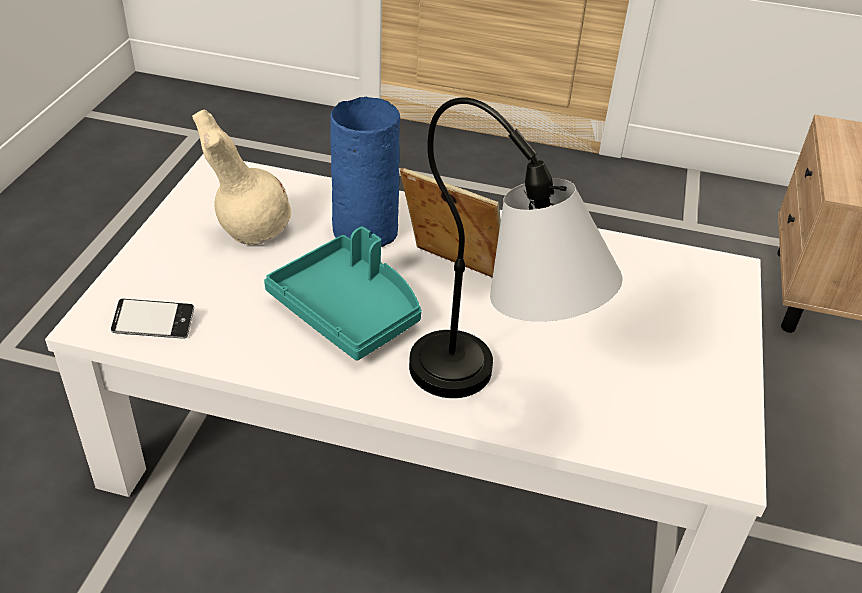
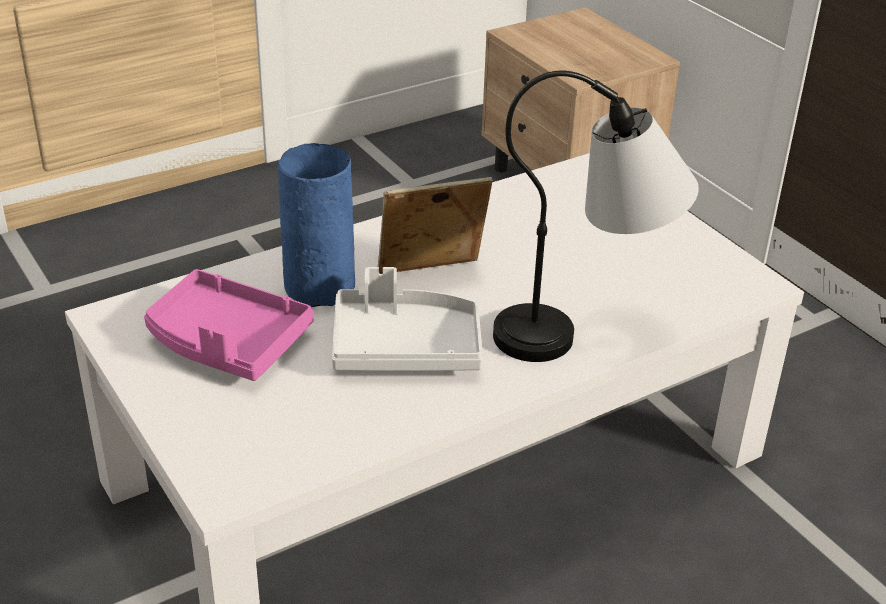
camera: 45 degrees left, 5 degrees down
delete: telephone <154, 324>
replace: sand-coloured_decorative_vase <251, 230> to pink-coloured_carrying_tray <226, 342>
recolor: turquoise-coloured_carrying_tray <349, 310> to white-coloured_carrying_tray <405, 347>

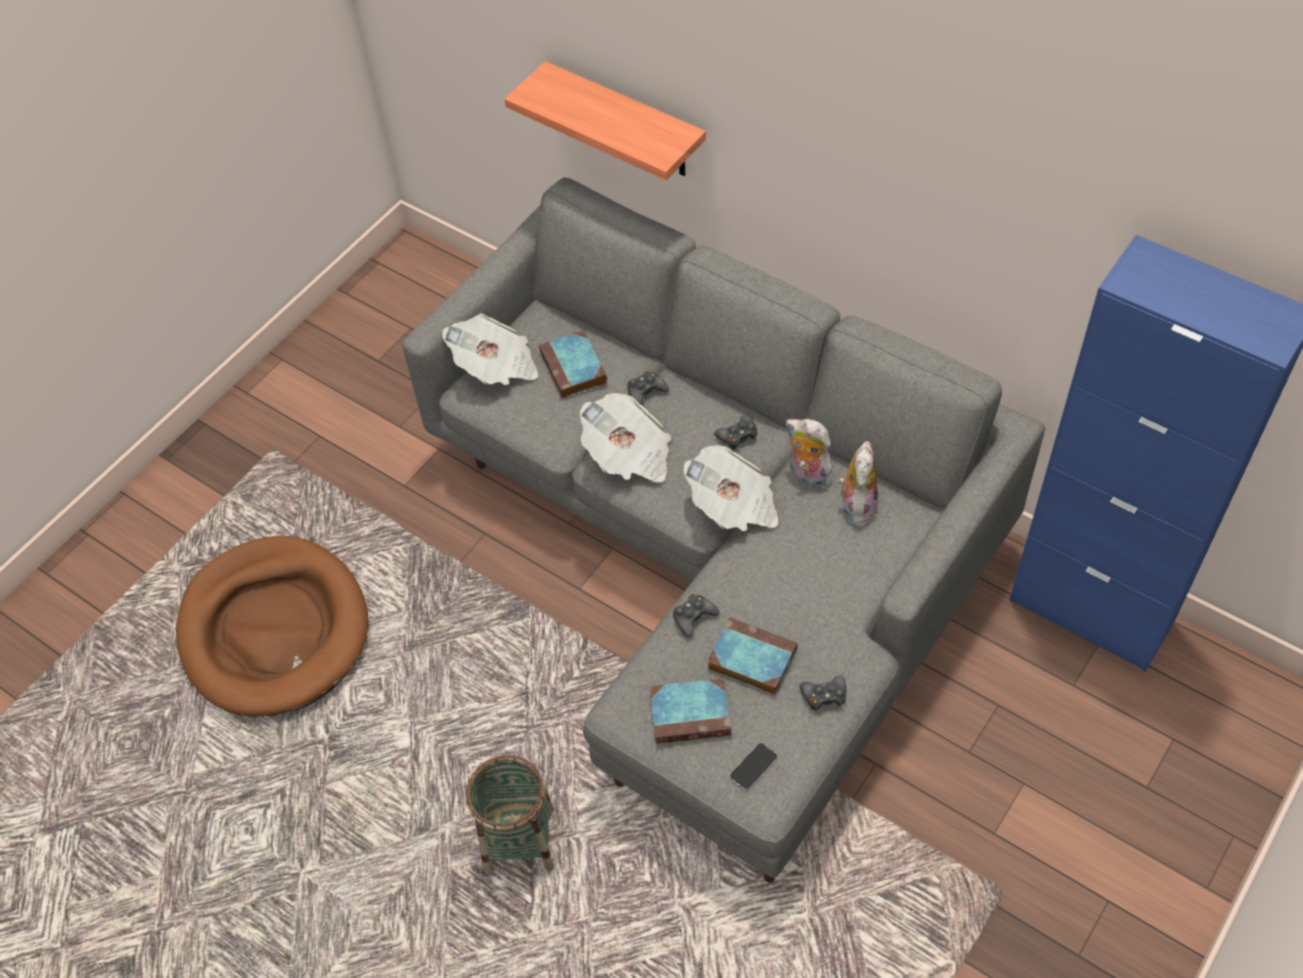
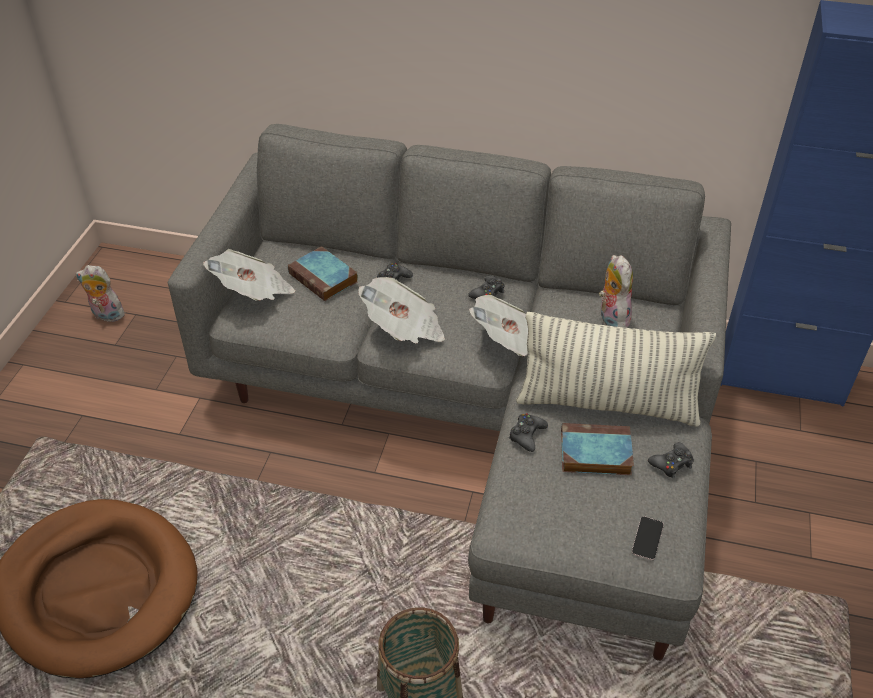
camera: 25 degrees left, 10 degrees down
delete: shelf <625, 122>; book <692, 713>
insert: throw_pillow <607, 404>
move: soft_toy <807, 476> to <106, 315>

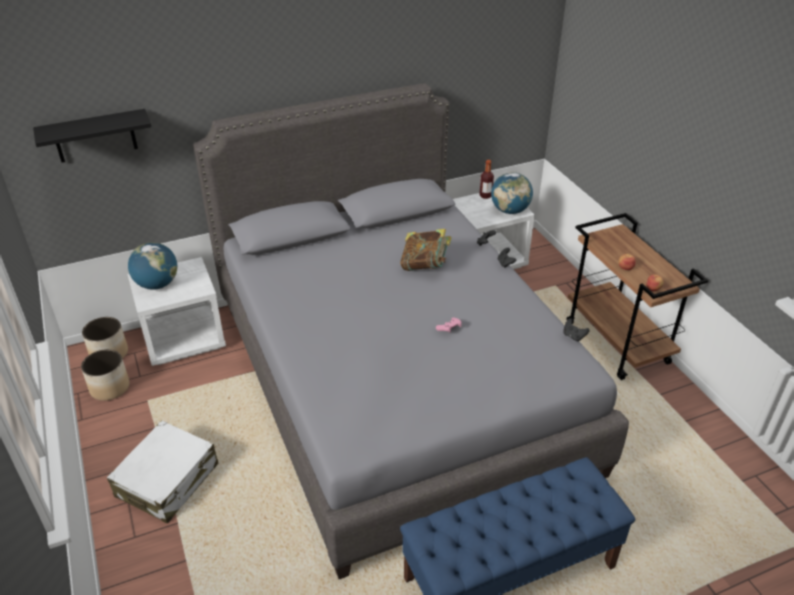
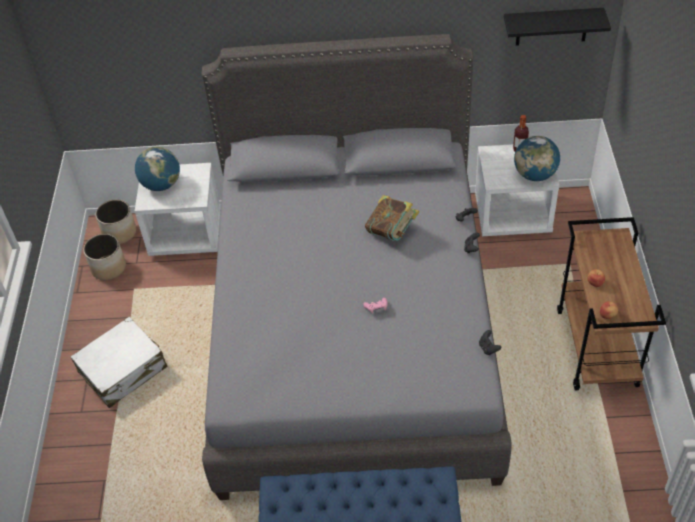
camera: 25 degrees right, 10 degrees up
move: black_shelf <95, 136> to <552, 26>

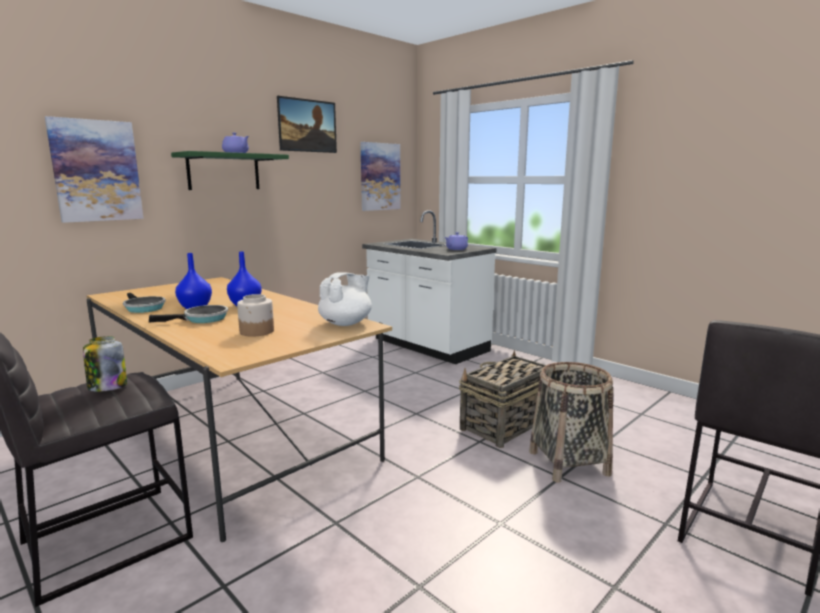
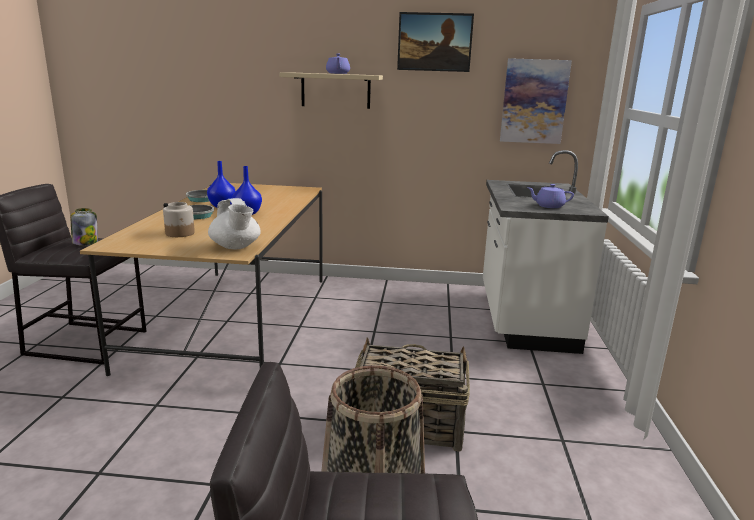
camera: 50 degrees right, 5 degrees up
delete: picture <96, 171>
recolor: green-coloured_shelf <224, 172> to sand-coloured_shelf <335, 90>
rotate: white-coloured_pot_for_tea <346, 323> = <235, 247> 60 degrees clockwise

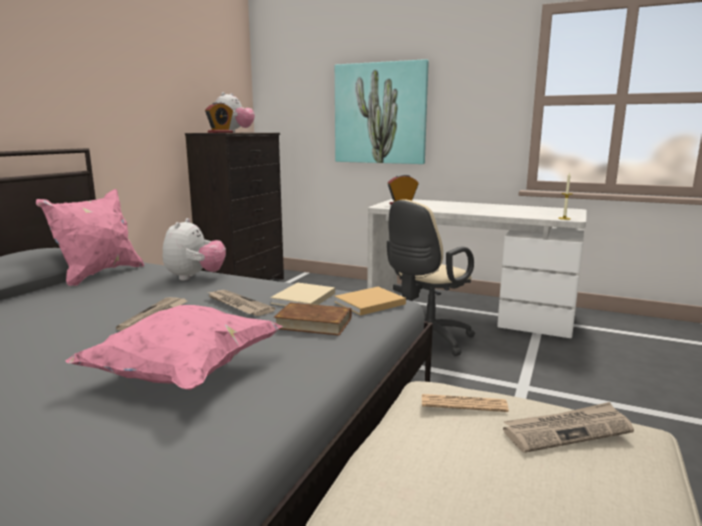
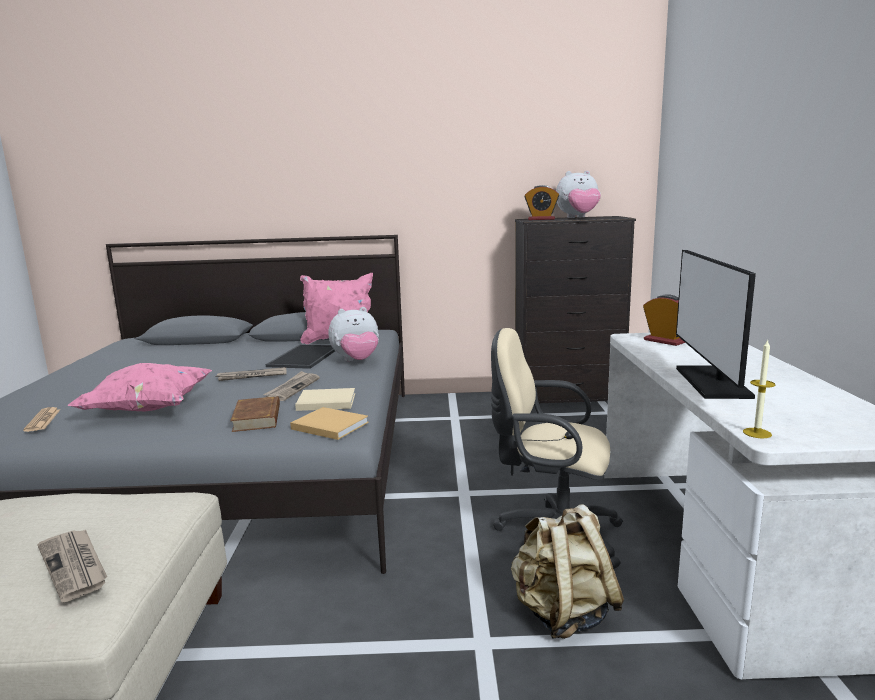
camera: 65 degrees right, 0 degrees up
delete: picture <380, 113>
insert: carrying_tray <304, 356>; sand-coloured_rucksack <562, 614>; monitor <712, 382>
move: daily_paper <463, 404> to <43, 420>

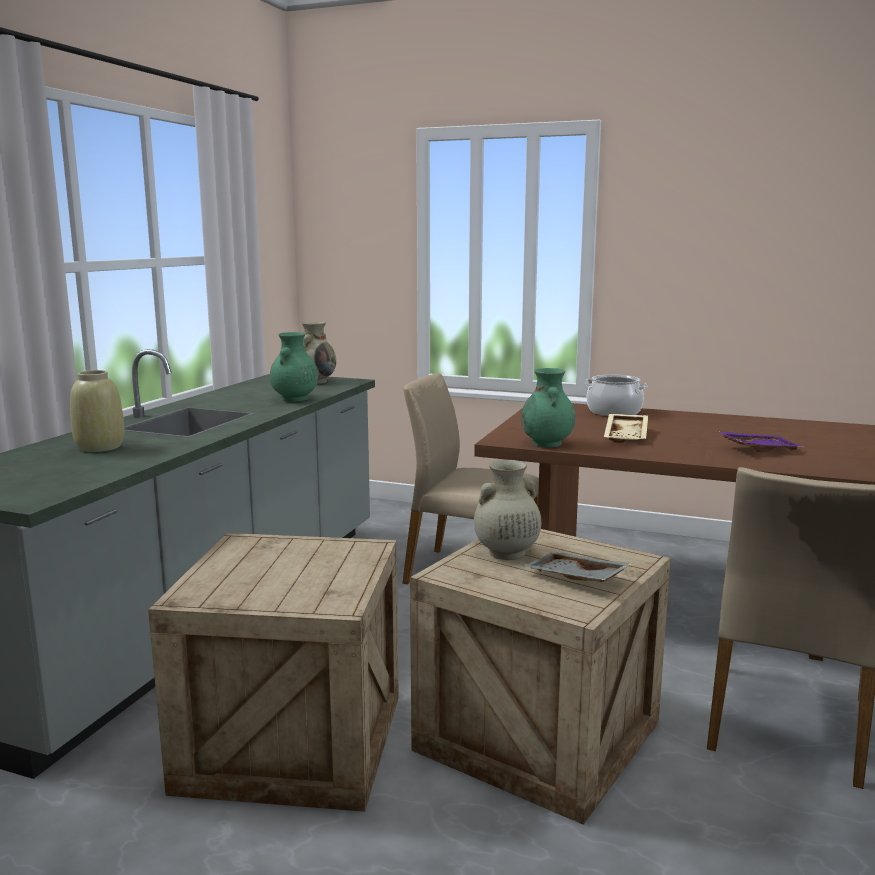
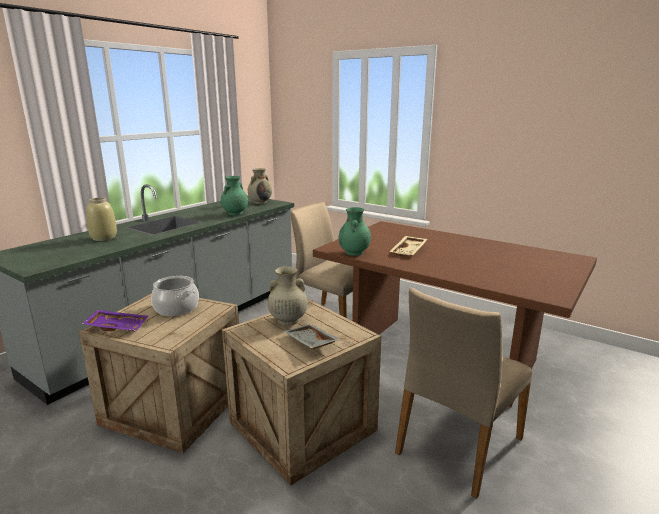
camera: 15 degrees right, 5 degrees up
move: cooking_pot <614, 412> to <176, 308>; purple_carrying_tray <758, 449> to <117, 326>

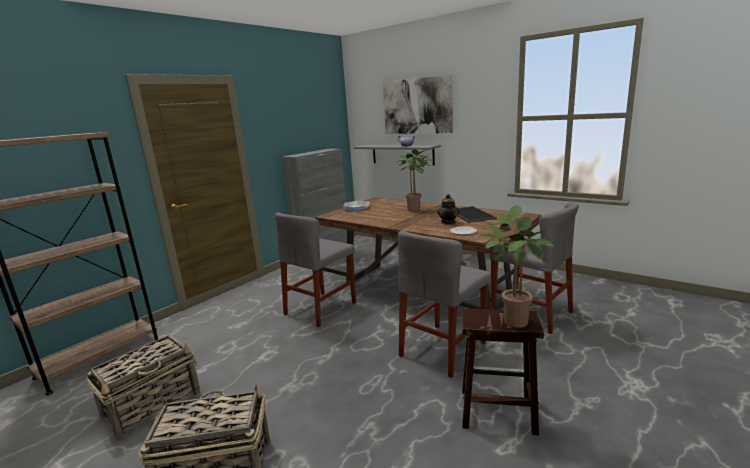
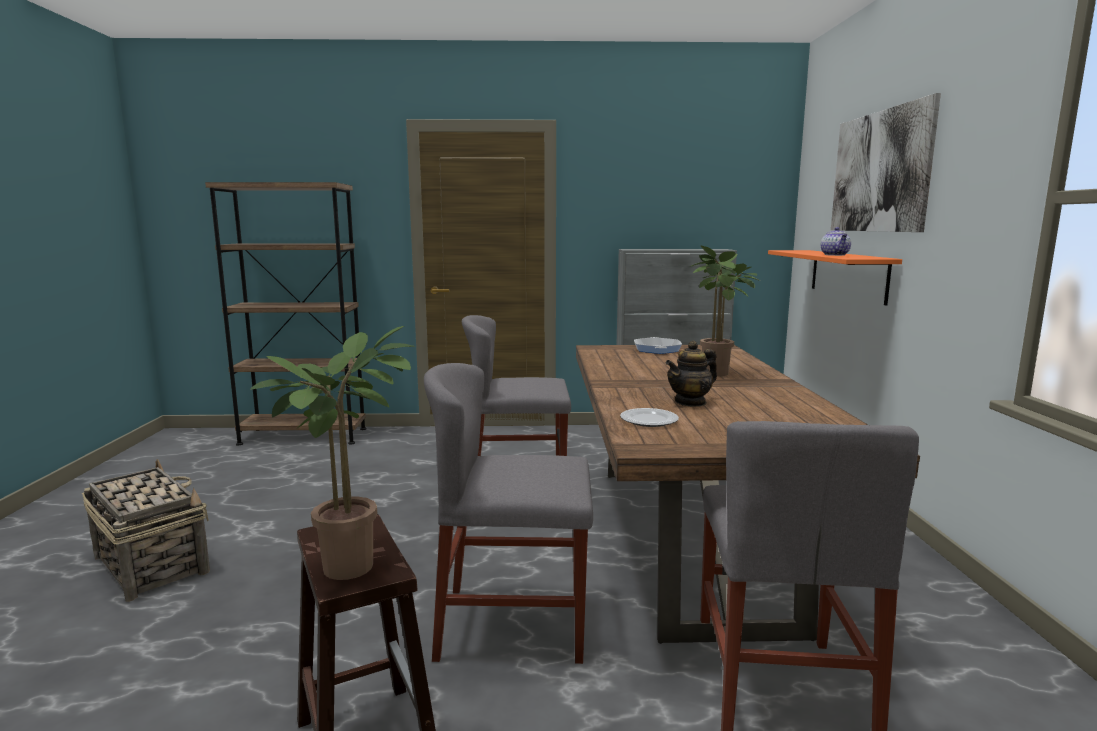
camera: 50 degrees right, 5 degrees down
delete: basket <153, 403>; carrying_tray <469, 214>
recolor: greyish_shelf <402, 154> to orange_shelf <847, 275>

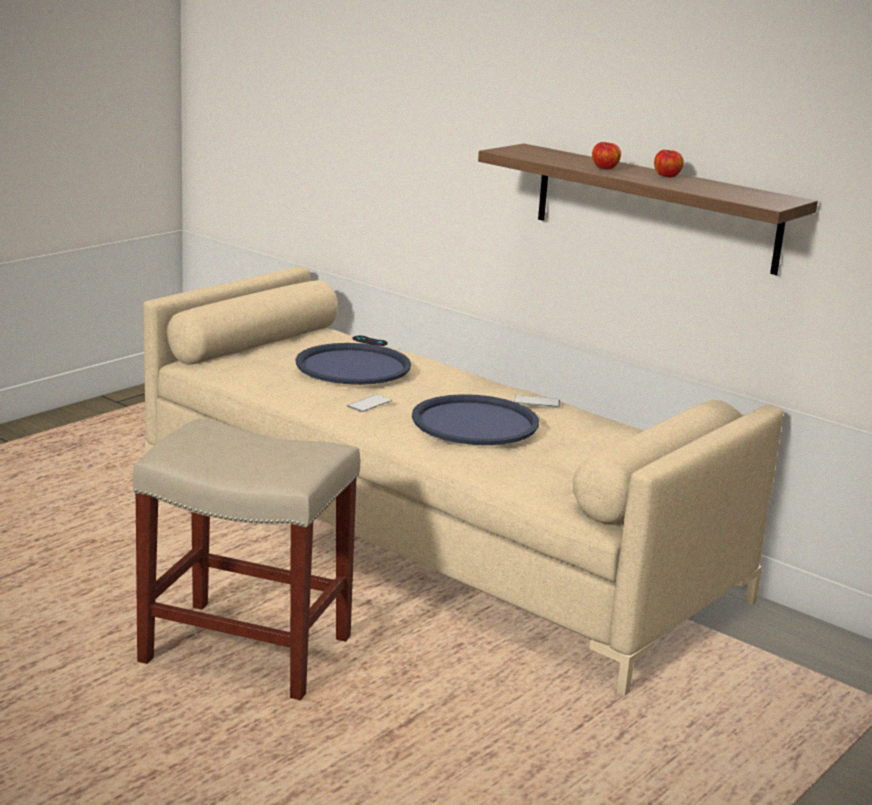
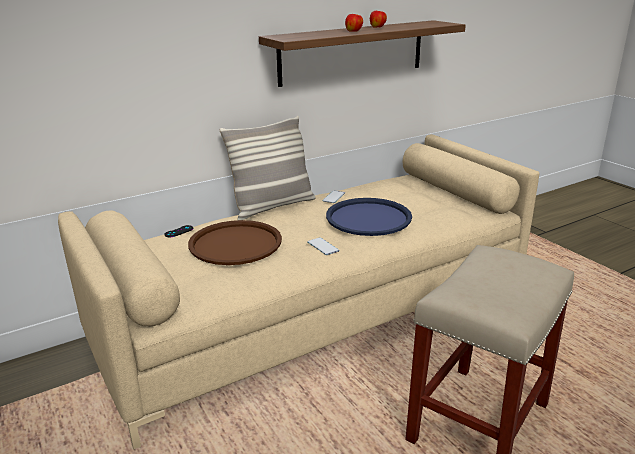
camera: 70 degrees left, 5 degrees up
insert: throw_pillow <272, 207>
recolor: blue-coloured_carrying_tray <353, 366> to brownish_carrying_tray <235, 243>

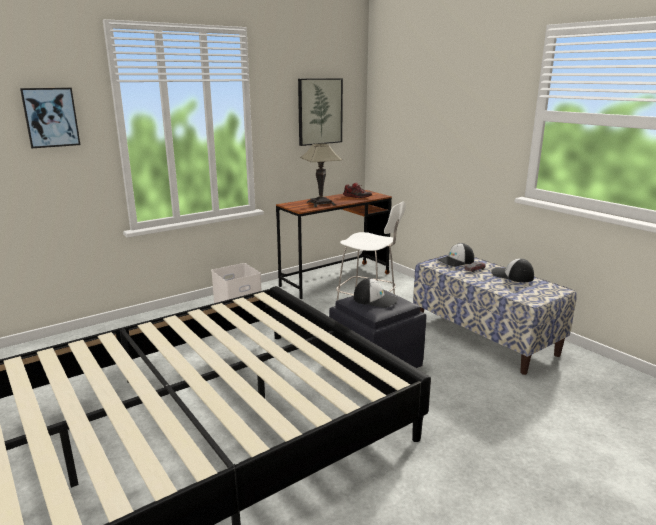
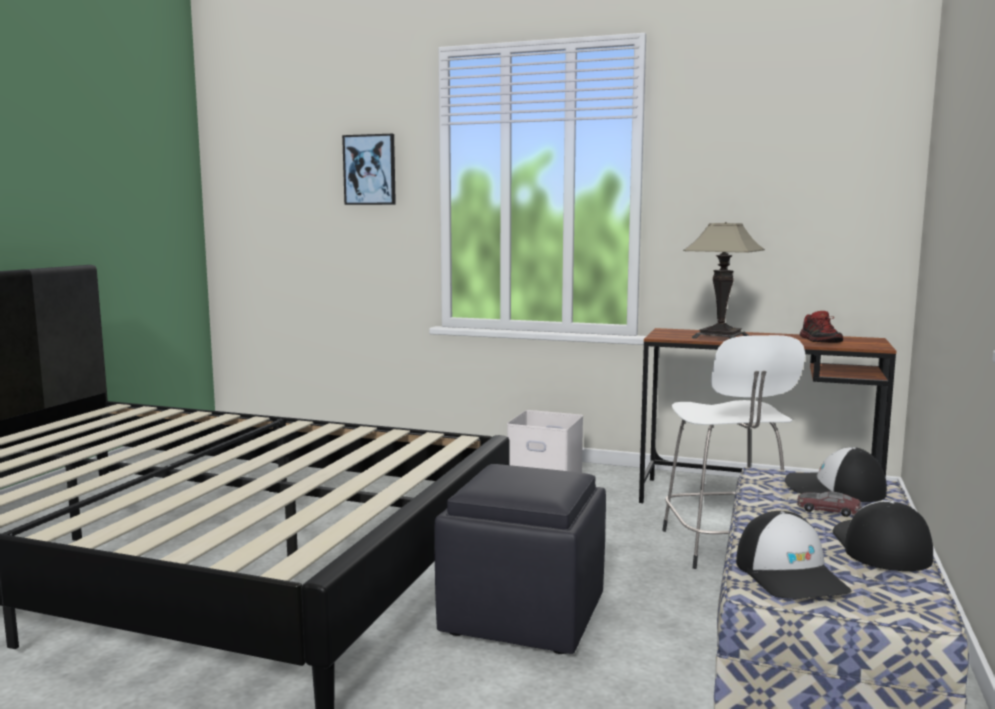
camera: 55 degrees right, 10 degrees down
delete: picture <319, 111>
move: peaked_cap <375, 299> to <791, 575>

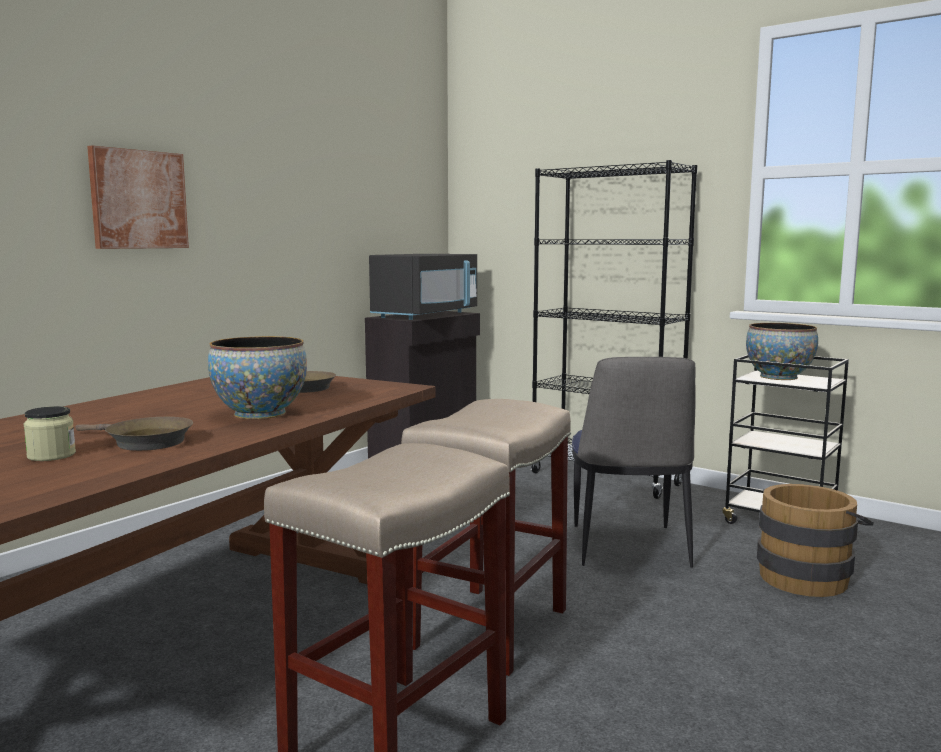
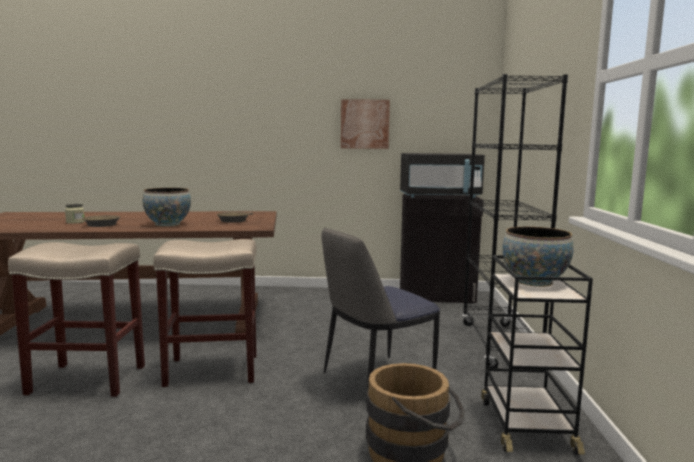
camera: 55 degrees right, 0 degrees up
move: picture <138, 199> to <365, 124>

